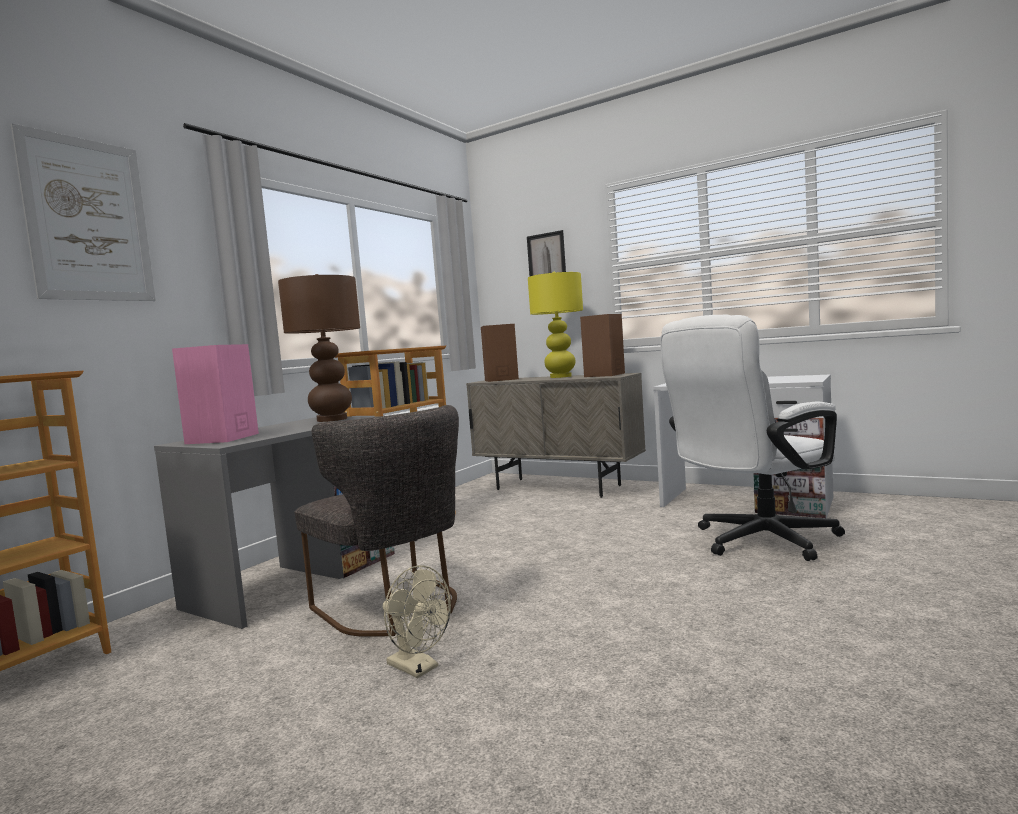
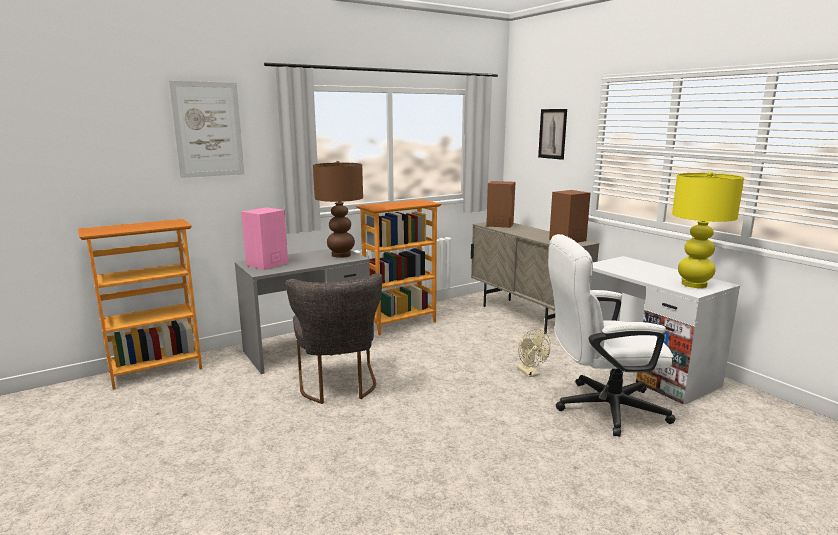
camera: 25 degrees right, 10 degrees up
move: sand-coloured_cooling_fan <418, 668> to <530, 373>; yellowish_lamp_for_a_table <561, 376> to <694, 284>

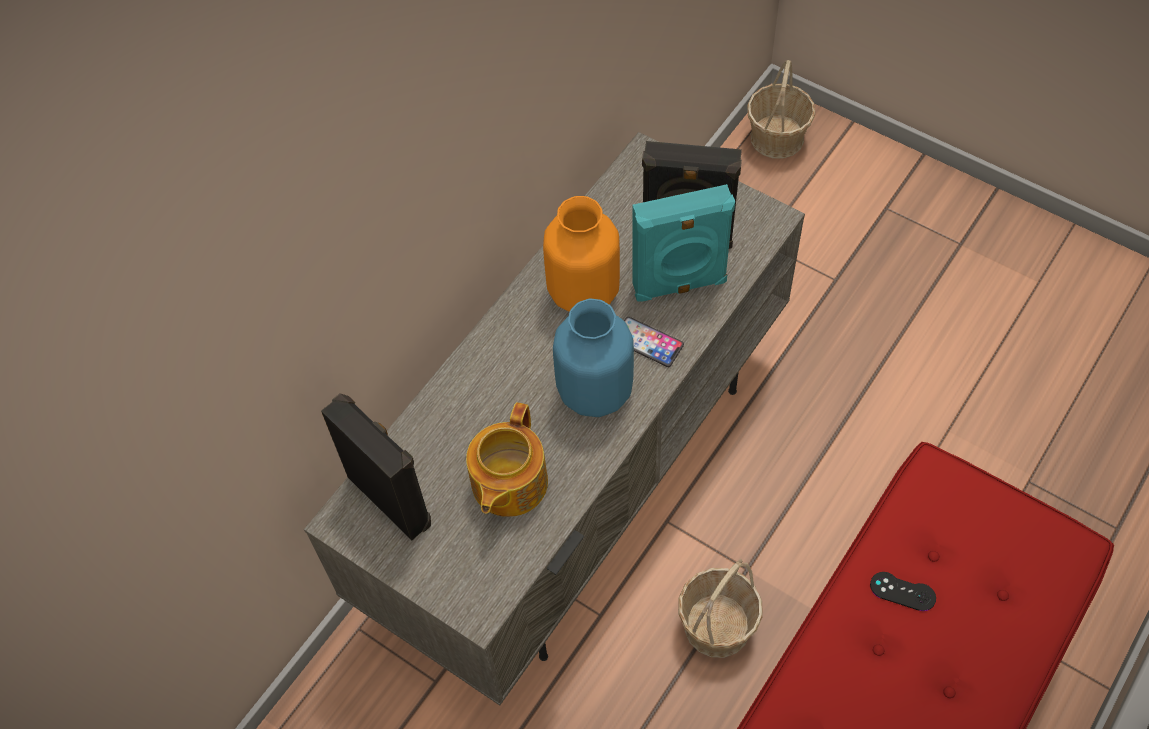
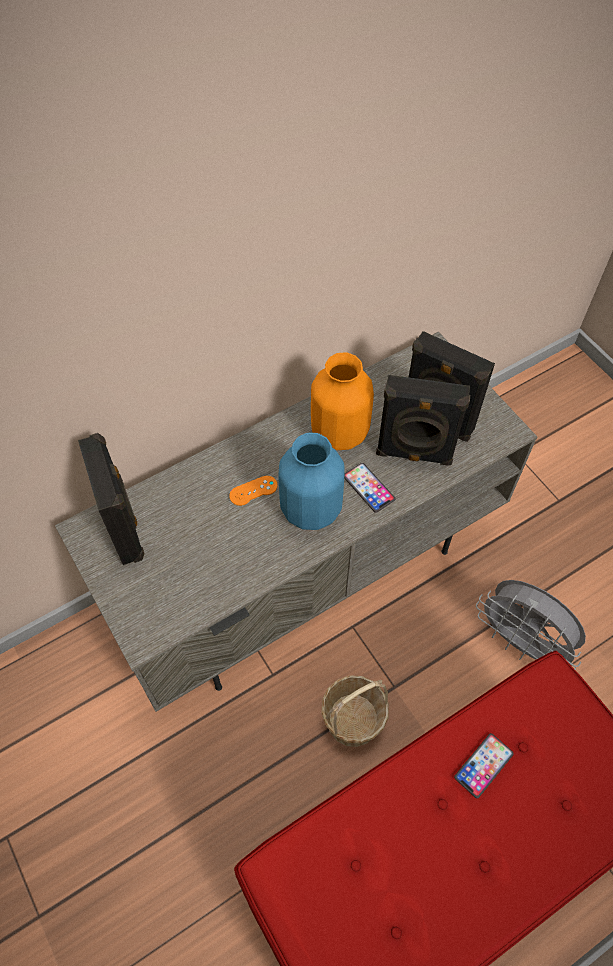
camera: 20 degrees right, 0 degrees up
delete: pot_for_tea <508, 484>; basket <777, 137>
insert: orange_game_controller <253, 491>; greyish_cooling_fan <521, 642>
replace: black_game_controller <902, 591> to telephone <483, 765>
recolor: turquoise-coloured_audio_speaker <680, 285> to black_audio_speaker <414, 454>

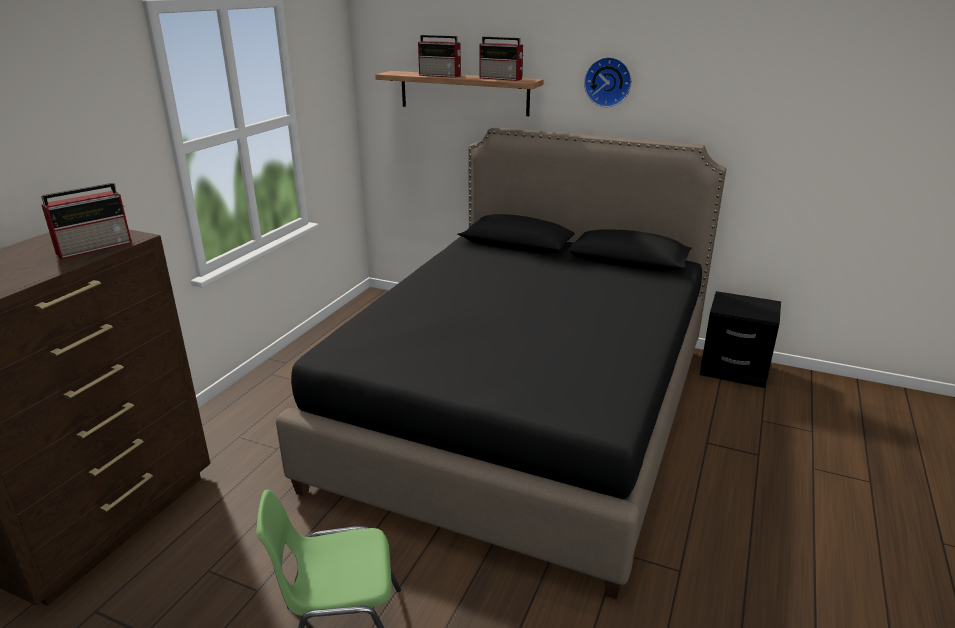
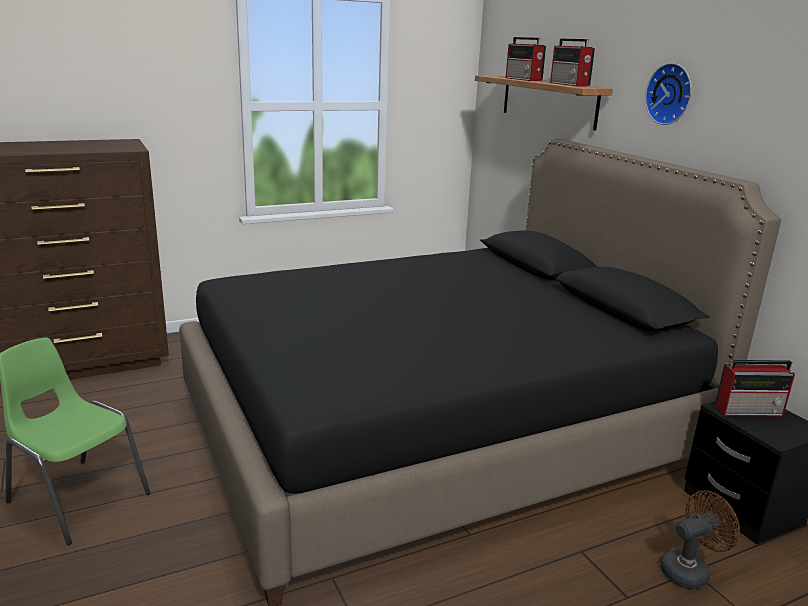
camera: 40 degrees right, 5 degrees down
insert: brownish_cooling_fan <690, 570>
move: radio_set <96, 247> to <750, 411>

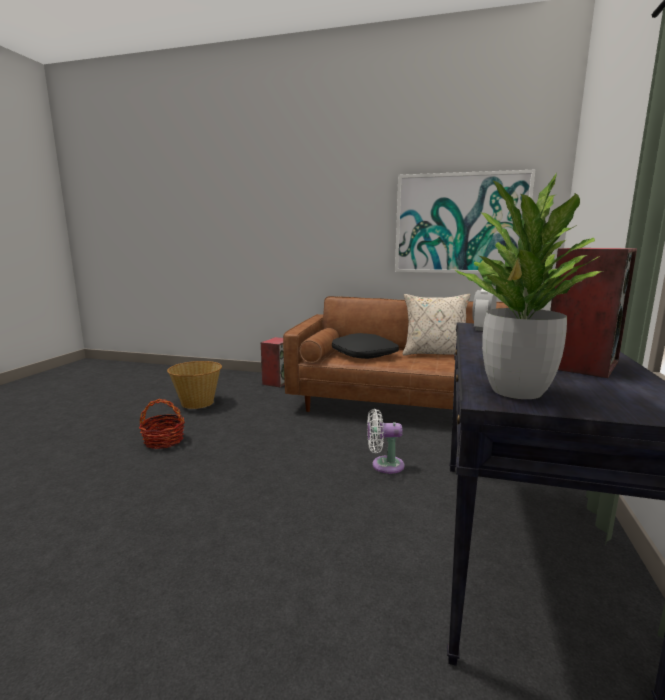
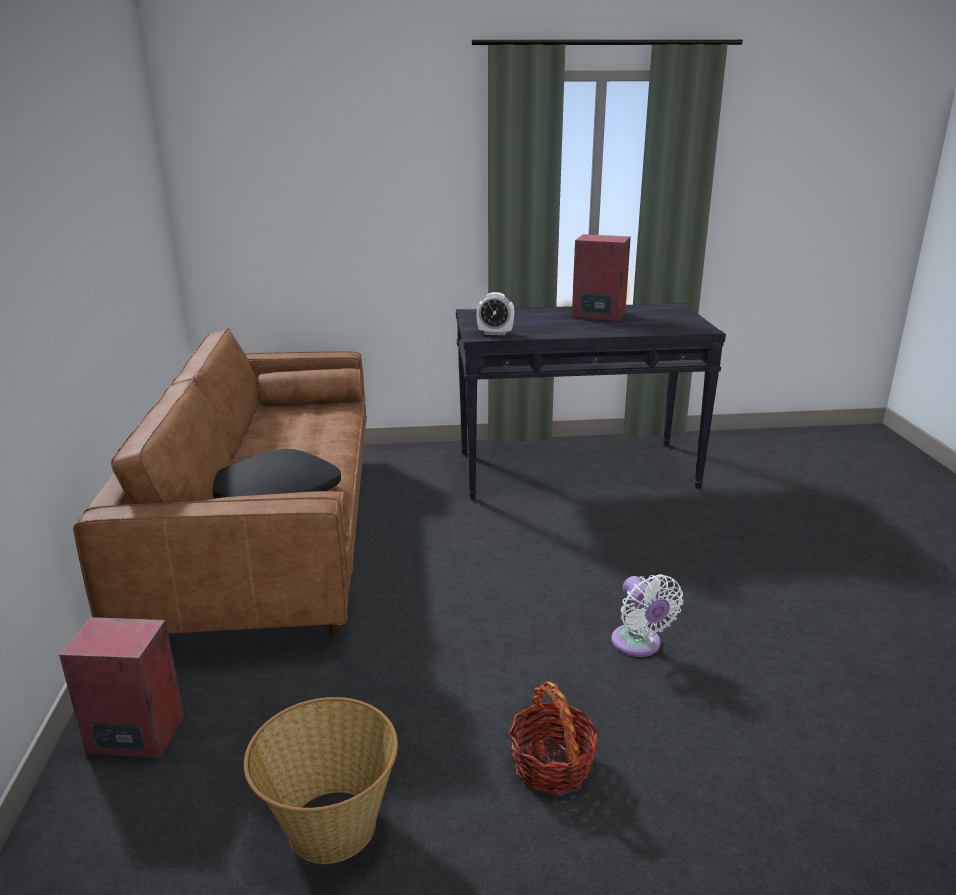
camera: 110 degrees left, 10 degrees up
delete: picture <460, 224>; sand-coloured_throw_pillow <435, 354>; plant_in_a_pot <516, 391>
move: white-coloured_cooling_fan <384, 465> to <638, 645>

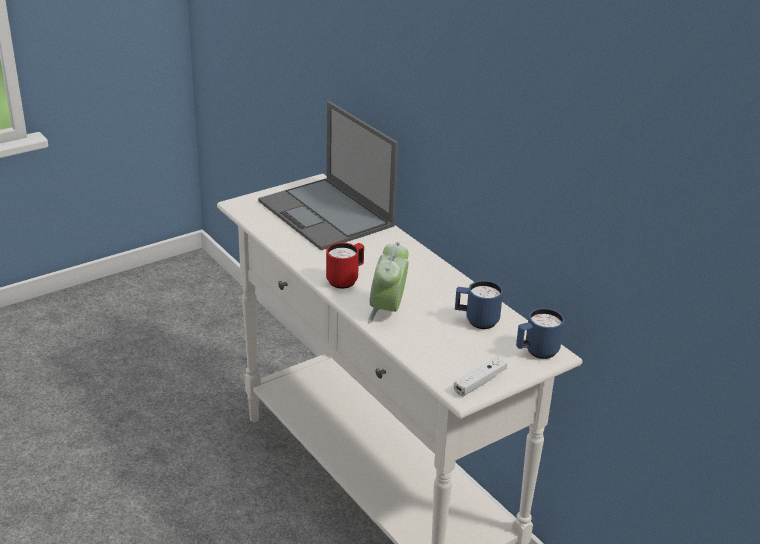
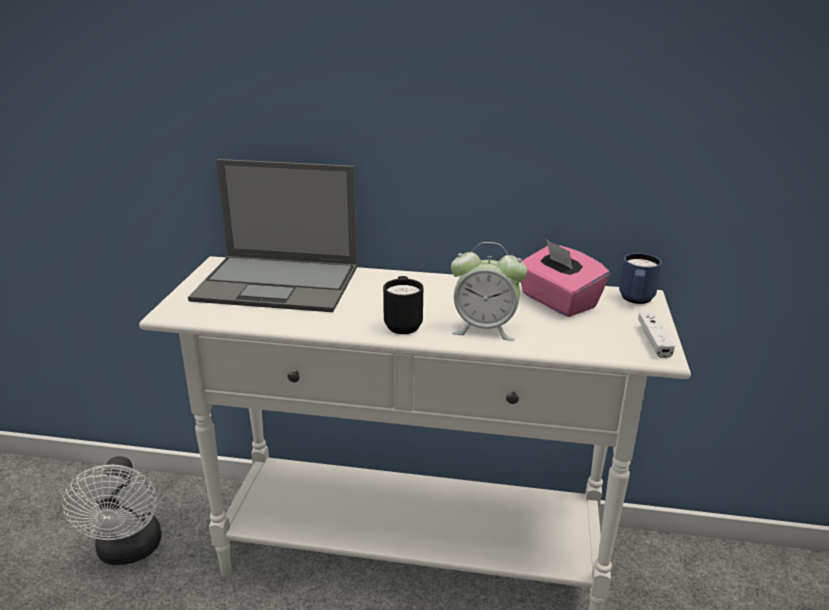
camera: 45 degrees left, 5 degrees down
insert: white-coloured_cooling_fan <128, 551>
replace: blue-coloured_tea_mug <476, 321> to pink-coloured_tissue_holder <557, 301>
recolor: reddish_tea_mug <346, 280> to black_tea_mug <403, 324>
rotate: table_clock <387, 310> = <484, 329> 45 degrees counterclockwise

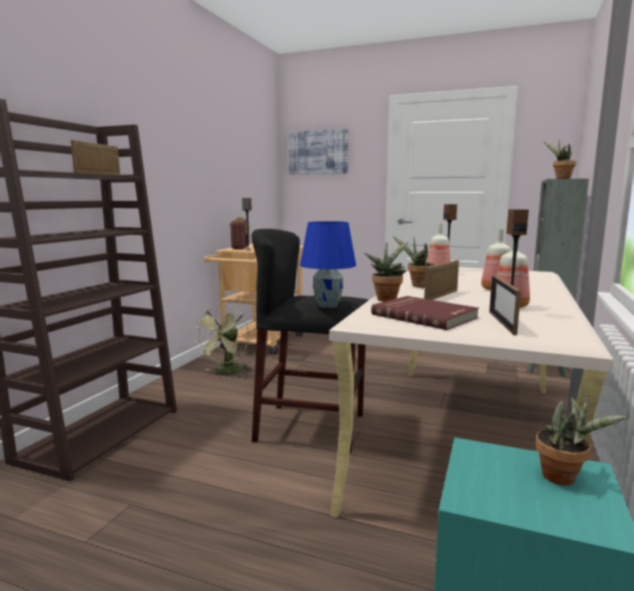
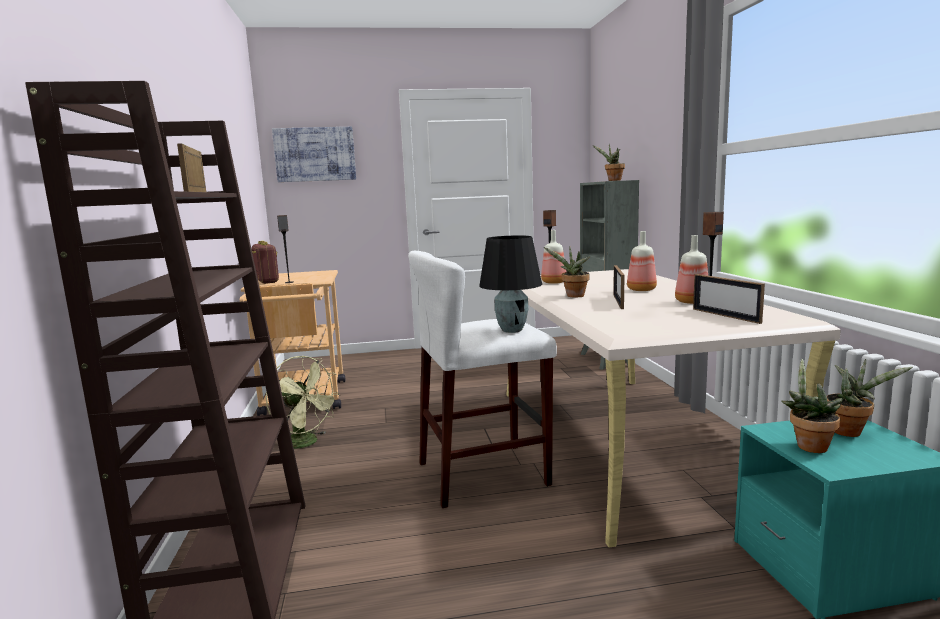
camera: 30 degrees left, 0 degrees up
delete: reddish_book <425, 316>
move: plant_in_a_pot <387, 299> to <808, 445>
recolor: black_sitting_stool <311, 428> to white-coloured_sitting_stool <483, 474>; blue-coloured_lamp_for_a_table <328, 305> to black_lamp_for_a_table <511, 330>
rotate: green-coloured_cooling_fan <226, 372> = <306, 443> 45 degrees counterclockwise

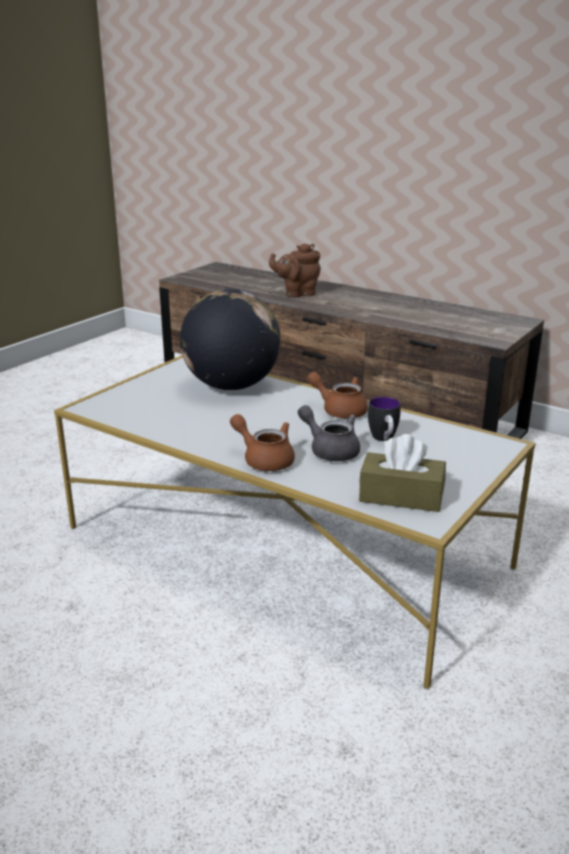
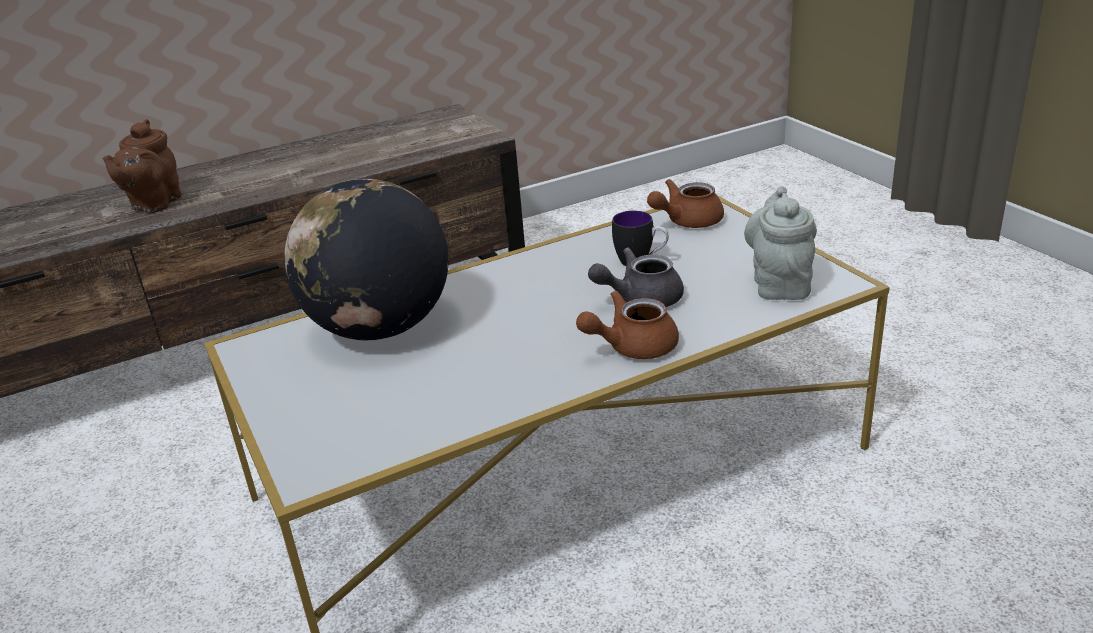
camera: 60 degrees left, 5 degrees up
move: brownish_pot_for_tea <339, 410> to <686, 222>
replace: brownish_tissue_holder <401, 496> to greyish_pot_for_tea <780, 284>

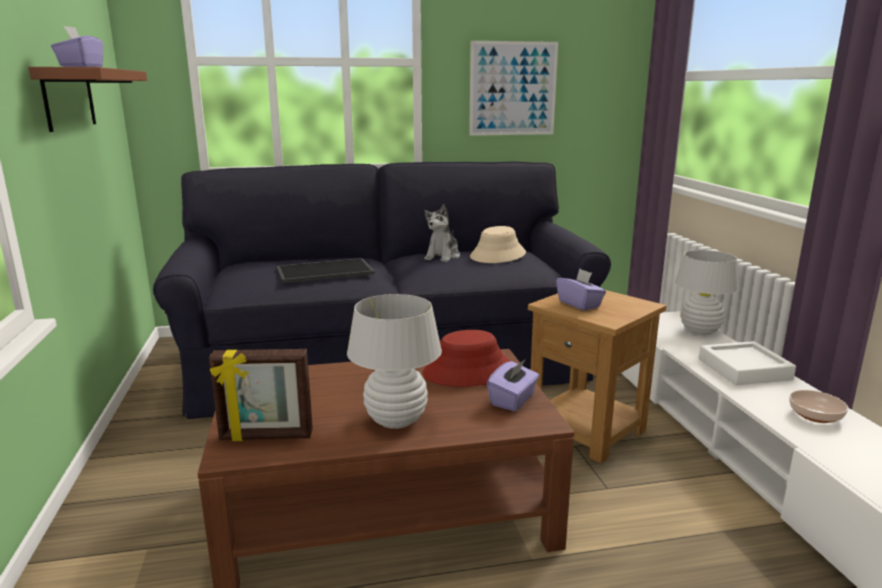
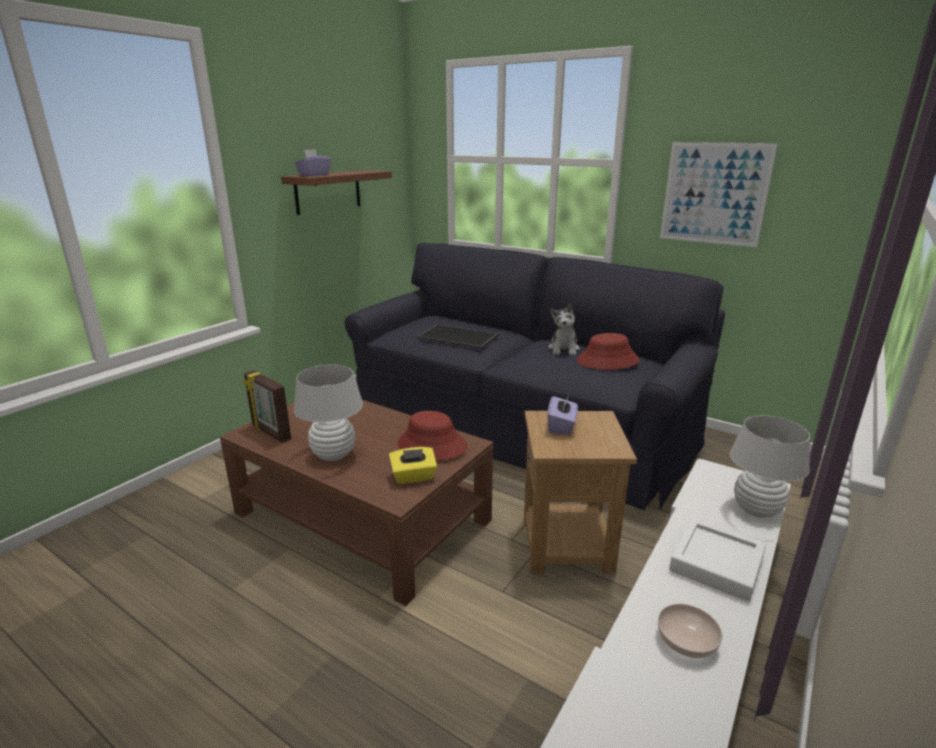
camera: 45 degrees right, 5 degrees up
recolor: sand-coloured_hat <498, 255> to reddish_hat <607, 361>; purple_tissue_holder <513, 400> to yellowish_tissue_holder <413, 477>
rotate: soft_toy <443, 256> = <564, 349> 60 degrees counterclockwise

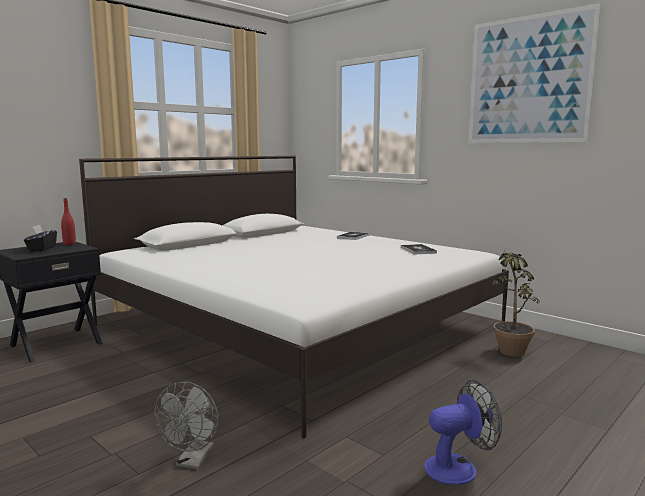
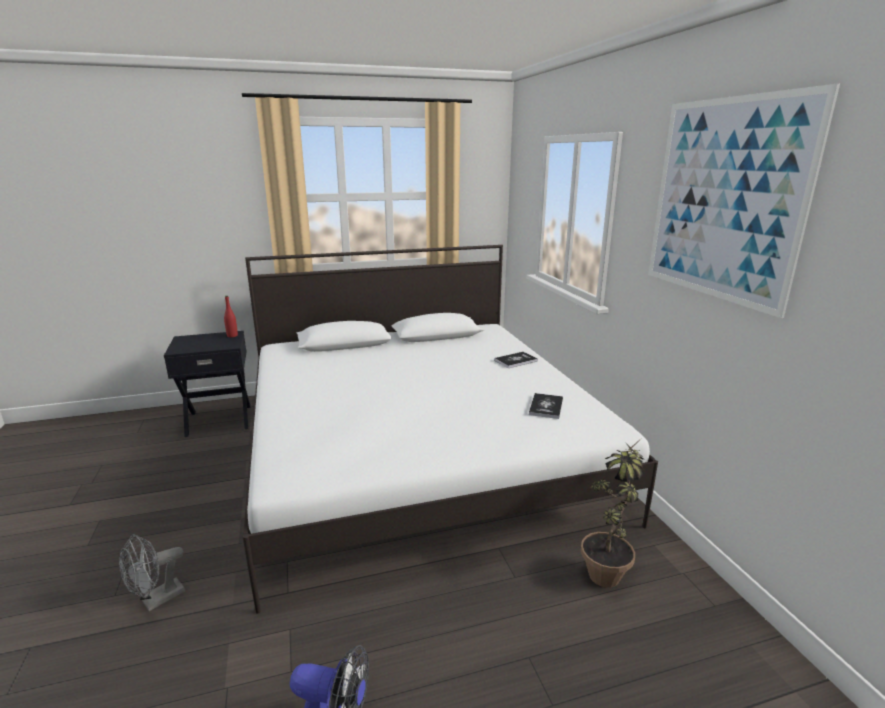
camera: 30 degrees right, 10 degrees up
delete: black_tissue_holder <41, 249>

